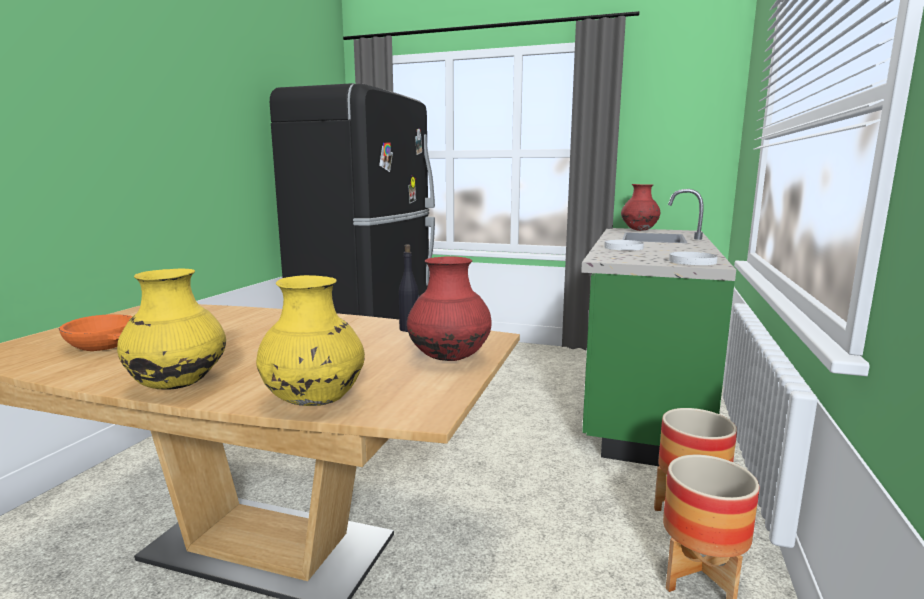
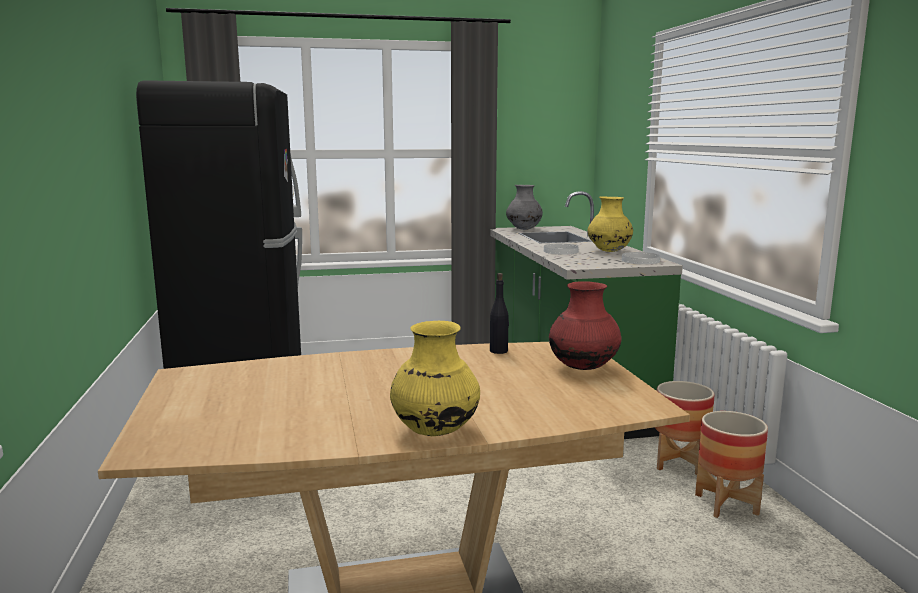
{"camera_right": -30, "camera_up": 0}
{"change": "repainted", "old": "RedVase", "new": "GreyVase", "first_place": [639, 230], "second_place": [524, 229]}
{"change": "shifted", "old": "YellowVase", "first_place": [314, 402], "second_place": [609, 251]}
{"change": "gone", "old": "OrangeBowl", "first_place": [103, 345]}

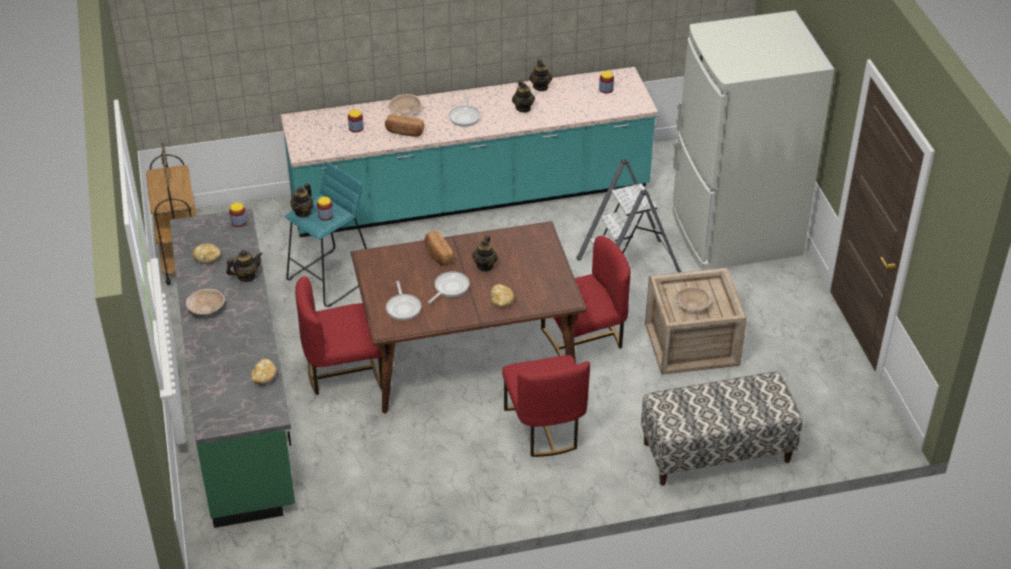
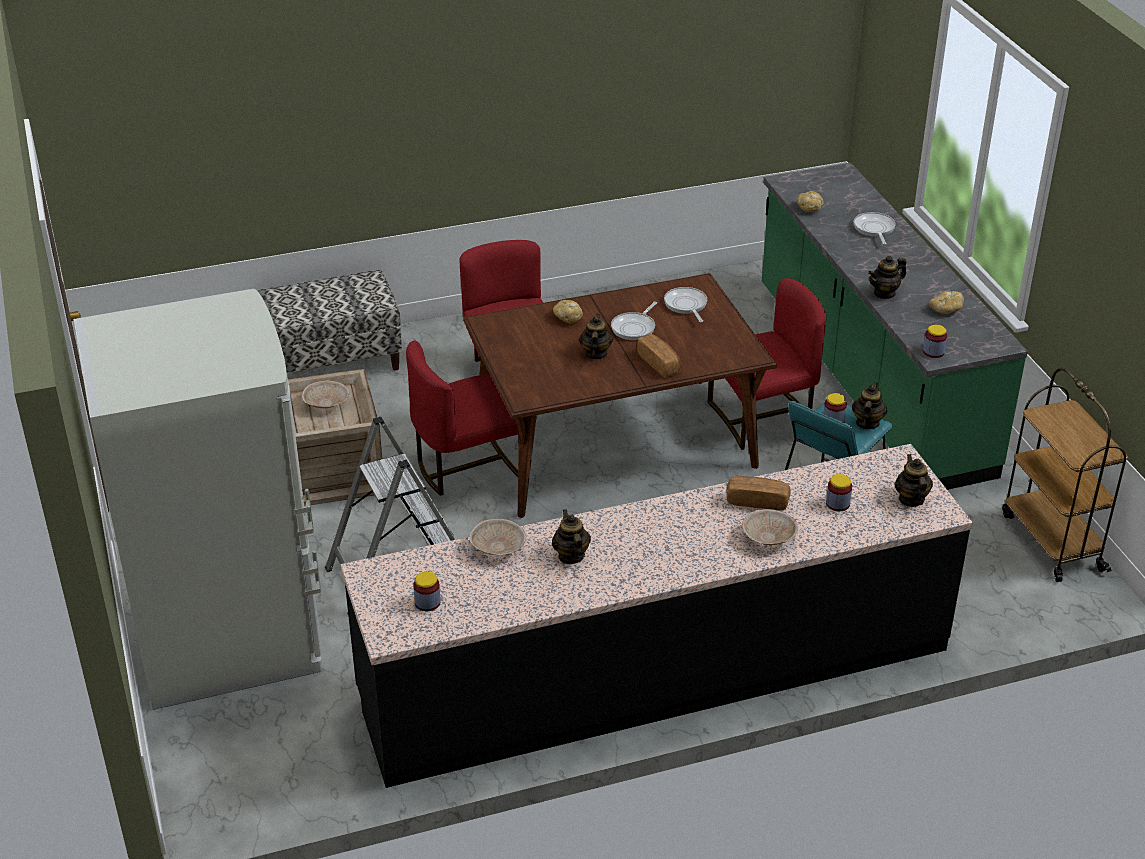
{"camera_right": 175, "camera_up": -5}
{"change": "repainted", "old": "TurquoiseCounter", "new": "BlackCounter", "first_place": [471, 196], "second_place": [655, 672]}
{"change": "shifted", "old": "BeigeBowl", "first_place": [206, 309], "second_place": [498, 548]}
{"change": "shifted", "old": "FryingPan", "first_place": [464, 117], "second_place": [874, 229]}
{"change": "shifted", "old": "Teapot", "first_place": [540, 87], "second_place": [911, 499]}

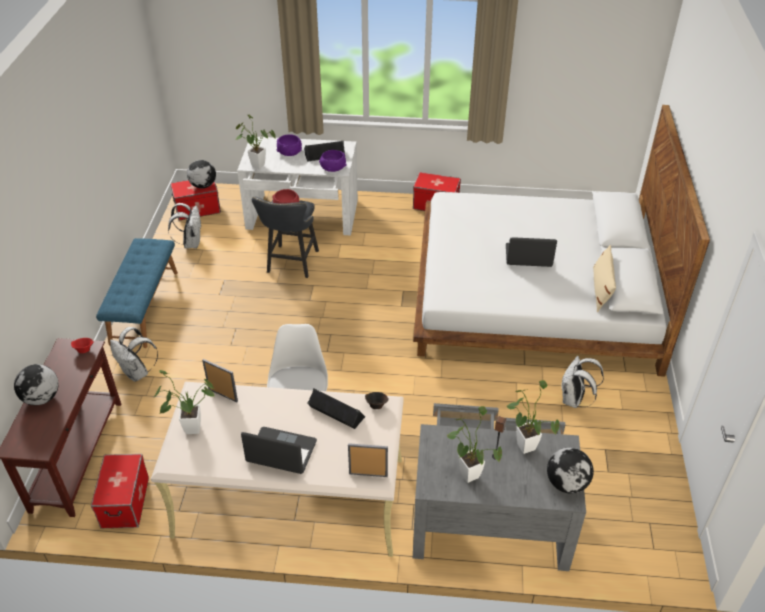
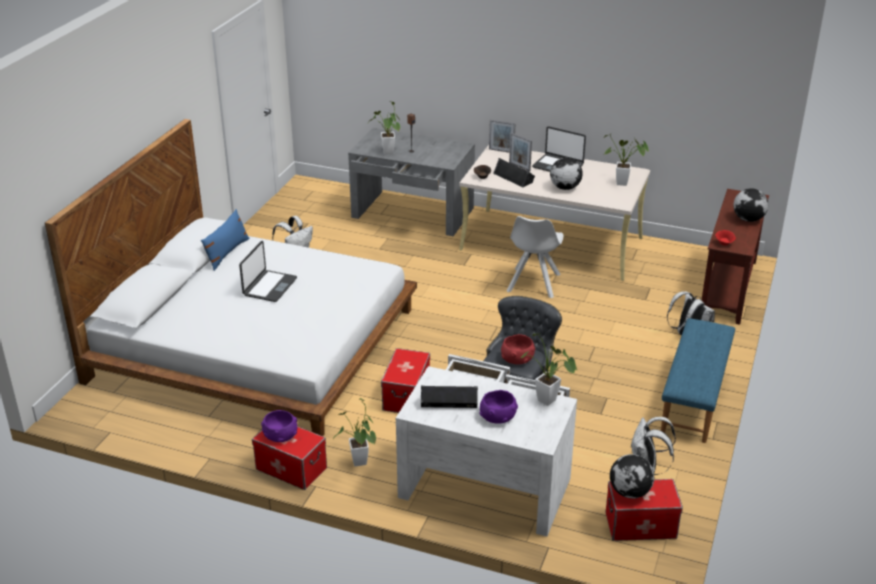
{"camera_right": -165, "camera_up": -10}
{"change": "repainted", "old": "BeigePillow", "new": "BluePillow", "first_place": [601, 289], "second_place": [227, 253]}
{"change": "rotated", "old": "Laptop", "first_place": [528, 257], "second_place": [269, 287], "degrees": -90}
{"change": "shifted", "old": "PurpleBowl", "first_place": [333, 167], "second_place": [280, 434]}
{"change": "shifted", "old": "PottedPlant", "first_place": [467, 472], "second_place": [359, 464]}
{"change": "shifted", "old": "StorageBox", "first_place": [125, 502], "second_place": [406, 396]}
{"change": "shifted", "old": "PictureFrame", "first_place": [223, 395], "second_place": [519, 166]}
{"change": "shifted", "old": "Globe", "first_place": [567, 483], "second_place": [564, 187]}

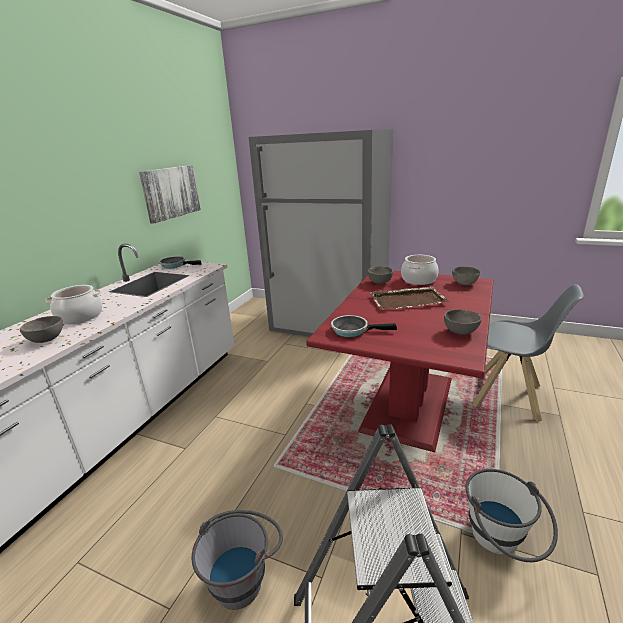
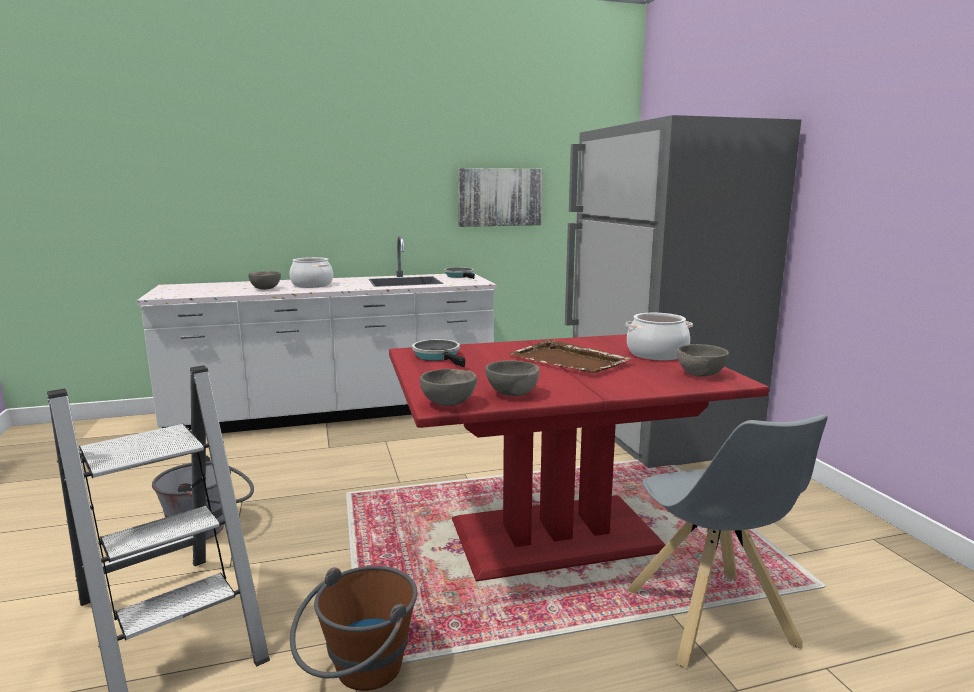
{"camera_right": 50, "camera_up": -10}
{"change": "repainted", "old": "WhiteBucket", "new": "BrownBucket", "first_place": [501, 542], "second_place": [359, 675]}
{"change": "shifted", "old": "GreyBowl", "first_place": [380, 282], "second_place": [449, 404]}

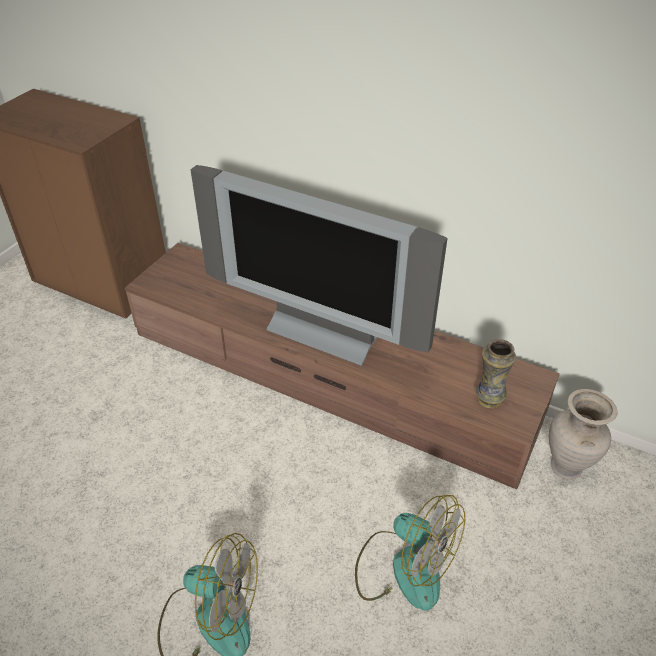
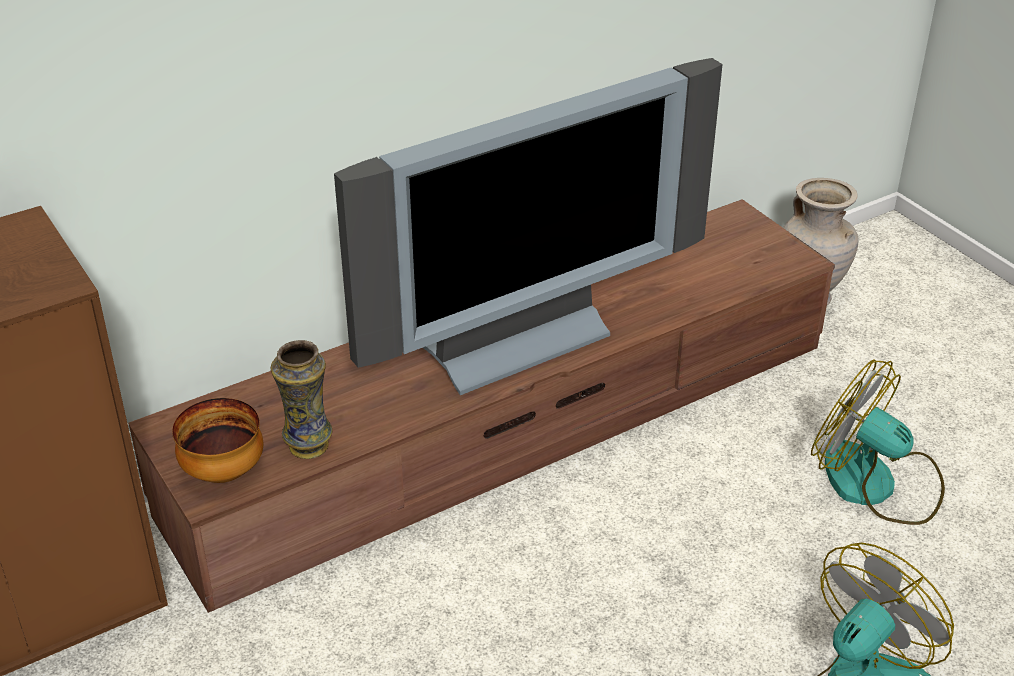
{"camera_right": -60, "camera_up": -5}
{"change": "new", "new": "Bowl", "second_place": [223, 473]}
{"change": "shifted", "old": "Vase", "first_place": [488, 399], "second_place": [307, 446]}
{"change": "rotated", "old": "Fan", "first_place": [404, 567], "second_place": [876, 485], "degrees": -120}

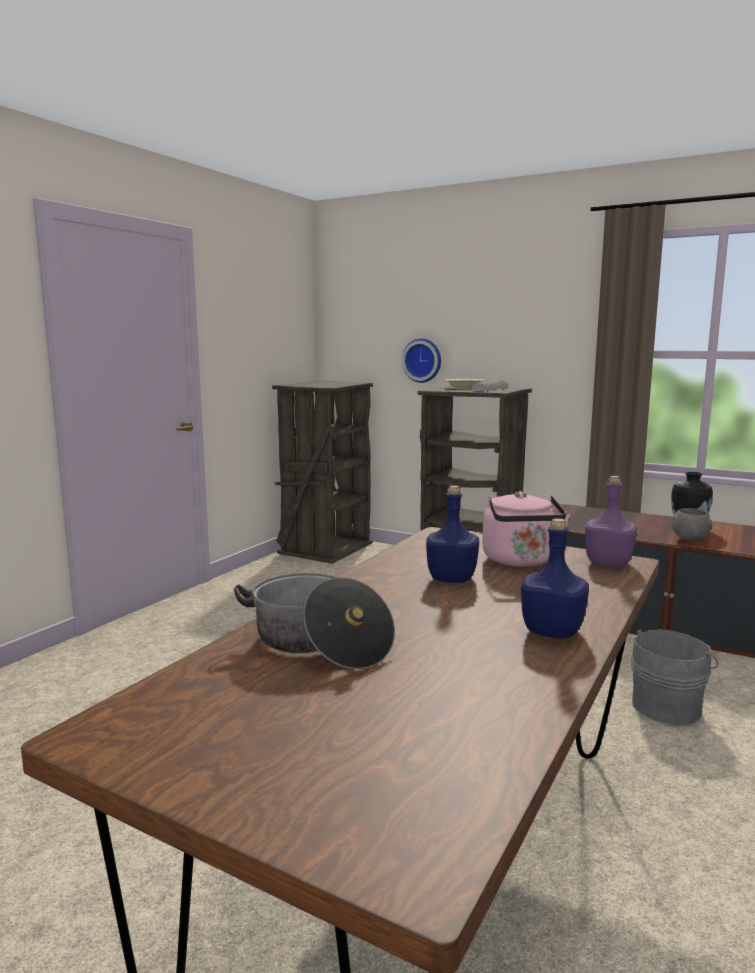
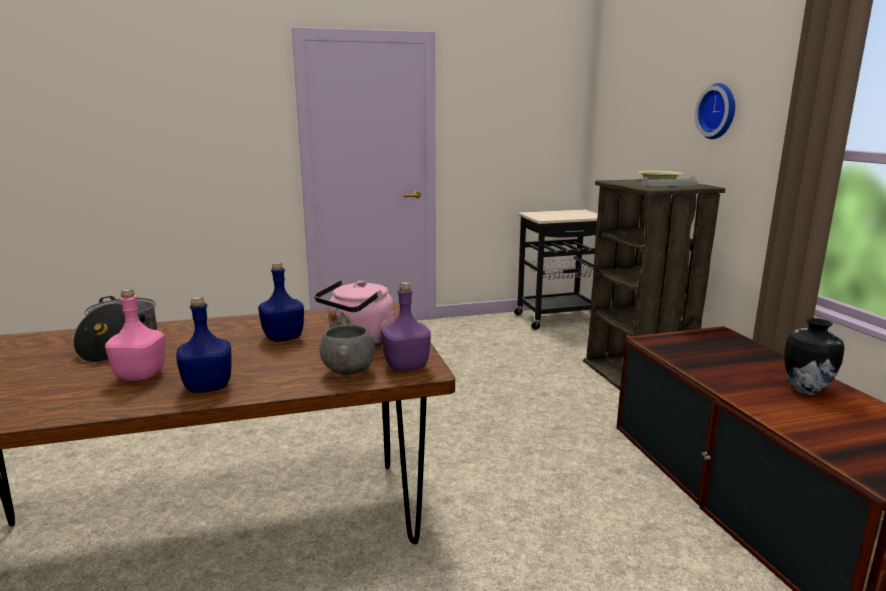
{"camera_right": 45, "camera_up": 5}
{"change": "new", "new": "PinkBottle", "second_place": [141, 375]}
{"change": "shifted", "old": "GreyBowl", "first_place": [690, 540], "second_place": [348, 372]}
{"change": "swapped", "old": "BrownBookcase", "new": "Cart", "first_place": [326, 548], "second_place": [557, 318]}
{"change": "shifted", "old": "WallClock", "first_place": [423, 360], "second_place": [719, 111]}
{"change": "gone", "old": "GreyBucket", "first_place": [668, 706]}

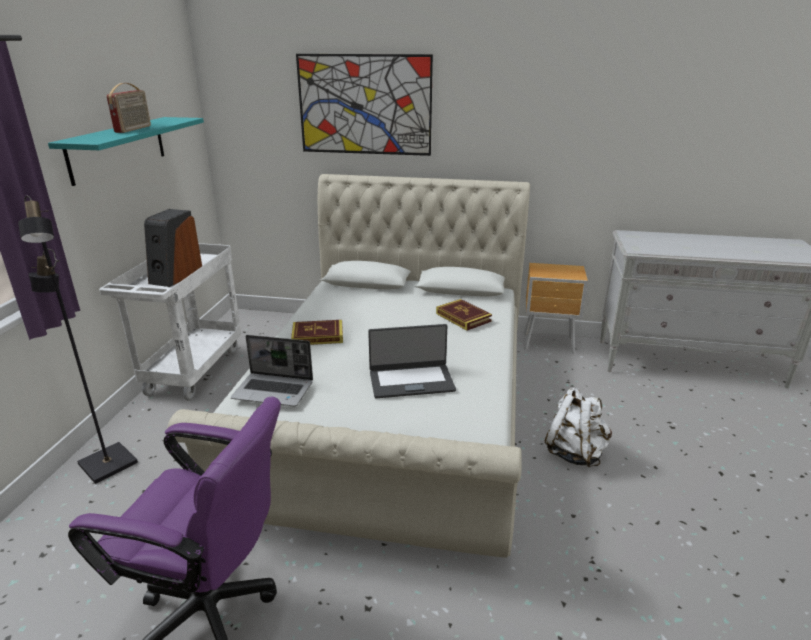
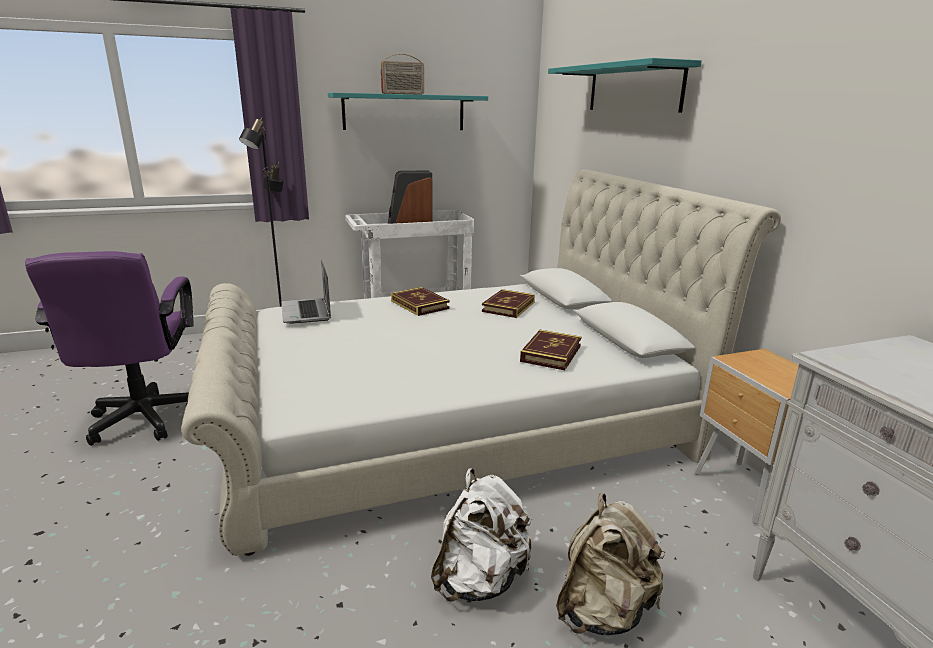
{"camera_right": 60, "camera_up": -5}
{"change": "new", "new": "Book", "second_place": [508, 307]}
{"change": "swapped", "old": "Picture", "new": "TurquoiseShelf", "first_place": [364, 105], "second_place": [633, 88]}
{"change": "new", "new": "BeigeBackpack", "second_place": [603, 610]}
{"change": "gone", "old": "Laptop", "first_place": [411, 381]}

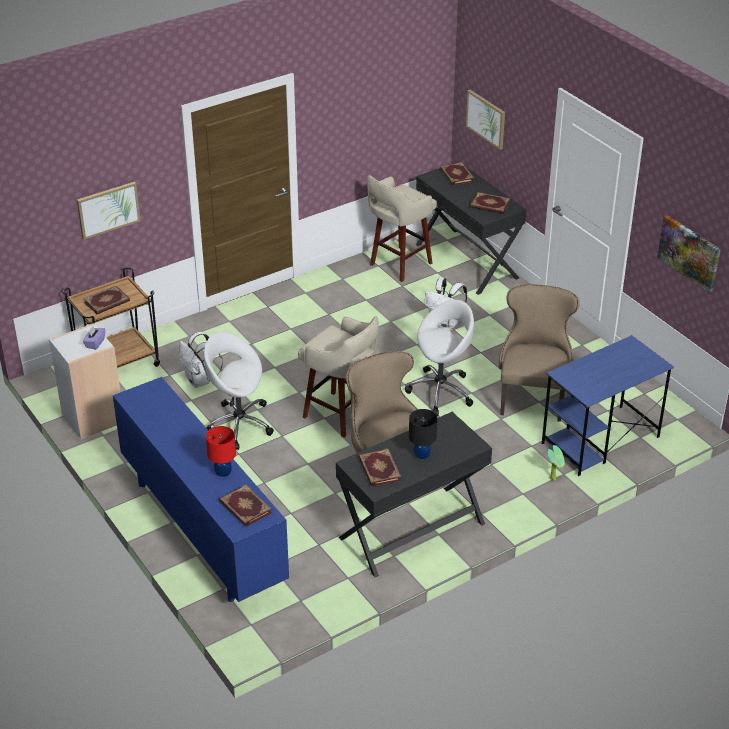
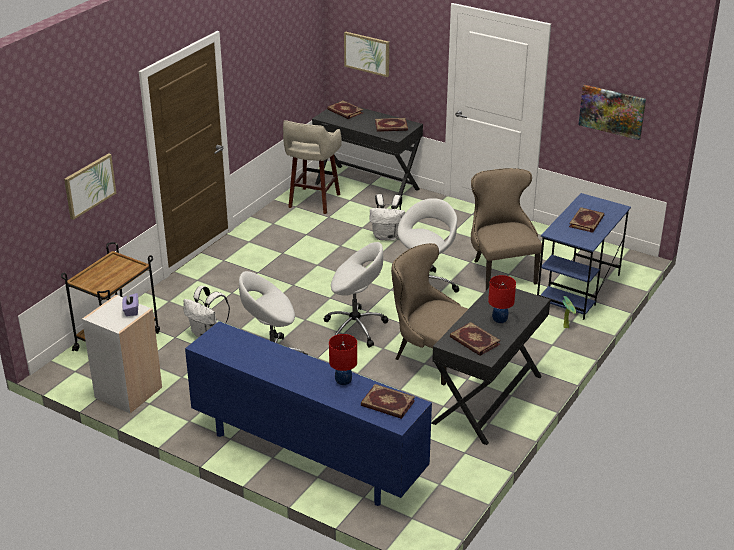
{"camera_right": -25, "camera_up": -5}
{"change": "swapped", "old": "BeigeStool", "new": "WhiteOfficeChair", "first_place": [340, 416], "second_place": [356, 328]}
{"change": "repainted", "old": "BlackTableLamp", "new": "RedTableLamp", "first_place": [421, 455], "second_place": [499, 321]}
{"change": "shifted", "old": "Book", "first_place": [107, 302], "second_place": [587, 222]}

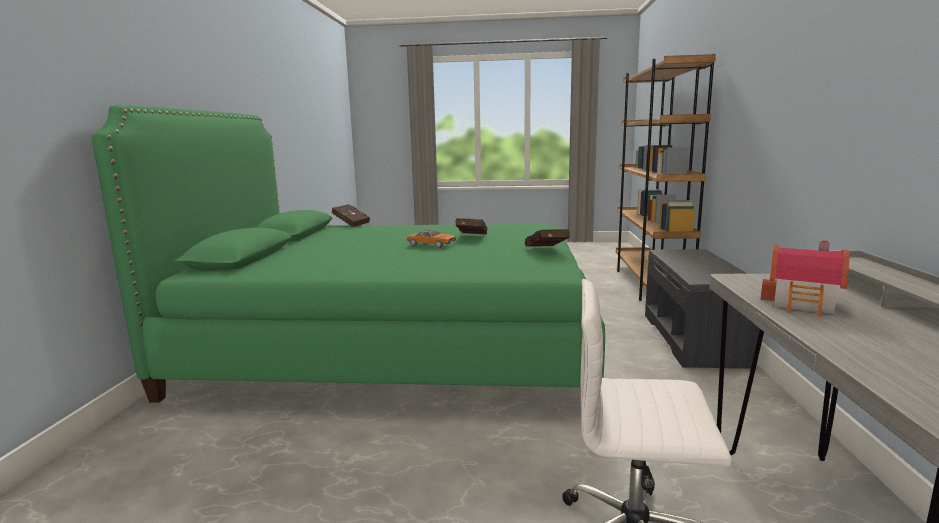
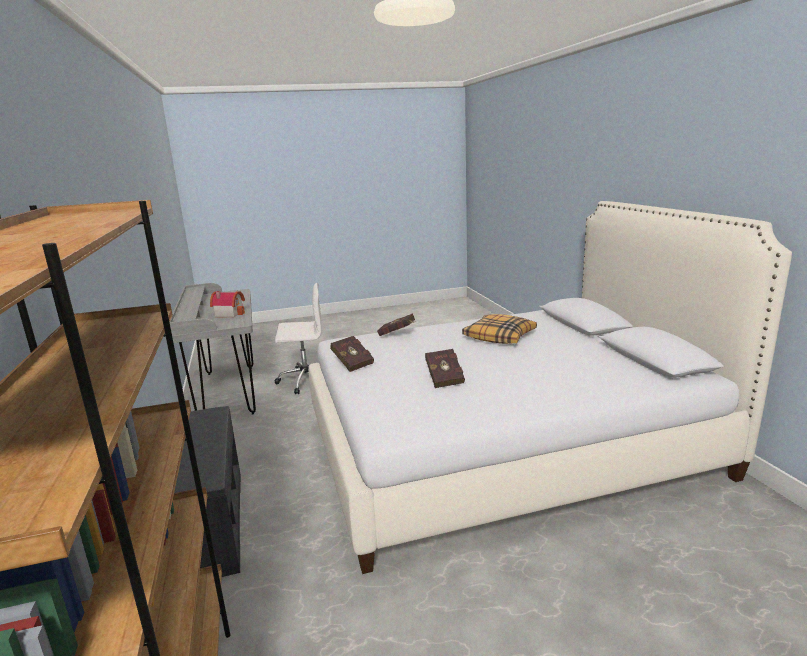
{"camera_right": 160, "camera_up": 5}
{"change": "repainted", "old": "GreenBed", "new": "WhiteBed", "first_place": [396, 344], "second_place": [505, 447]}
{"change": "shifted", "old": "RedBook", "first_place": [350, 224], "second_place": [398, 334]}
{"change": "new", "new": "Pillow", "second_place": [500, 337]}
{"change": "gone", "old": "ToyCar", "first_place": [431, 245]}

